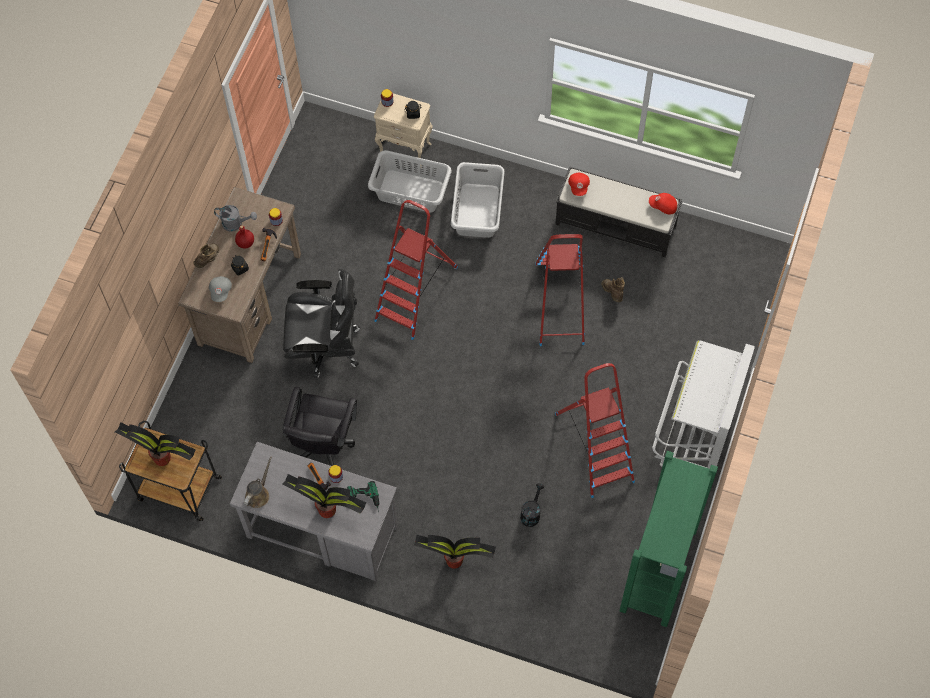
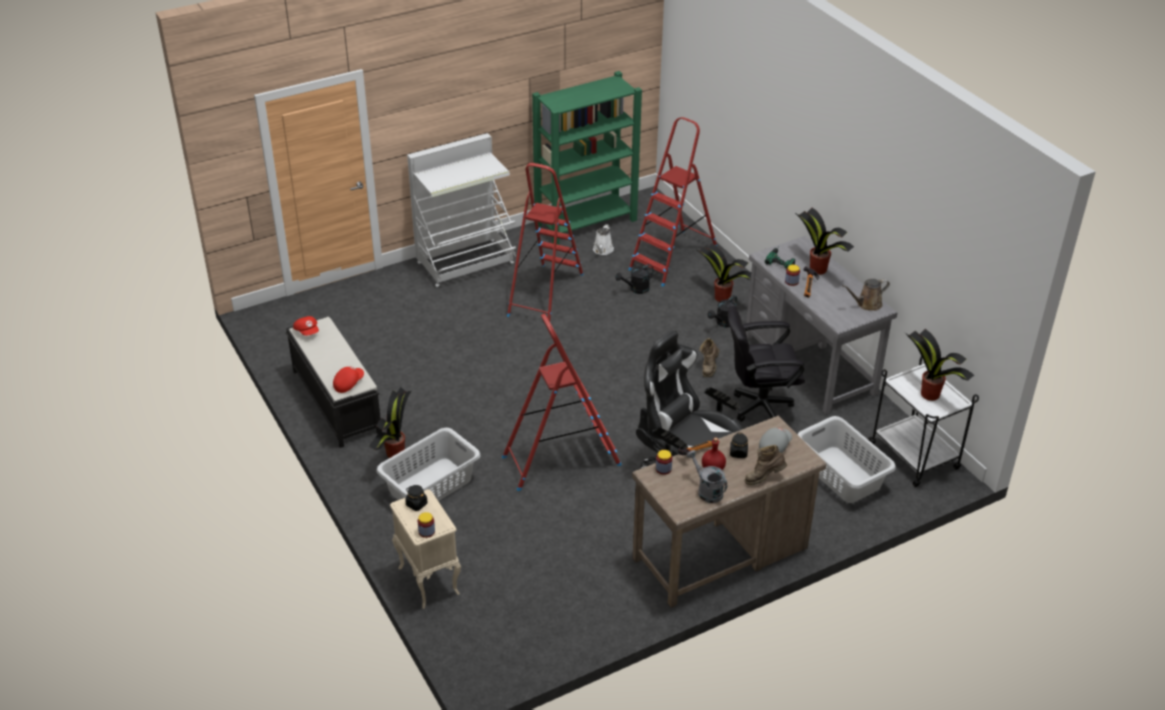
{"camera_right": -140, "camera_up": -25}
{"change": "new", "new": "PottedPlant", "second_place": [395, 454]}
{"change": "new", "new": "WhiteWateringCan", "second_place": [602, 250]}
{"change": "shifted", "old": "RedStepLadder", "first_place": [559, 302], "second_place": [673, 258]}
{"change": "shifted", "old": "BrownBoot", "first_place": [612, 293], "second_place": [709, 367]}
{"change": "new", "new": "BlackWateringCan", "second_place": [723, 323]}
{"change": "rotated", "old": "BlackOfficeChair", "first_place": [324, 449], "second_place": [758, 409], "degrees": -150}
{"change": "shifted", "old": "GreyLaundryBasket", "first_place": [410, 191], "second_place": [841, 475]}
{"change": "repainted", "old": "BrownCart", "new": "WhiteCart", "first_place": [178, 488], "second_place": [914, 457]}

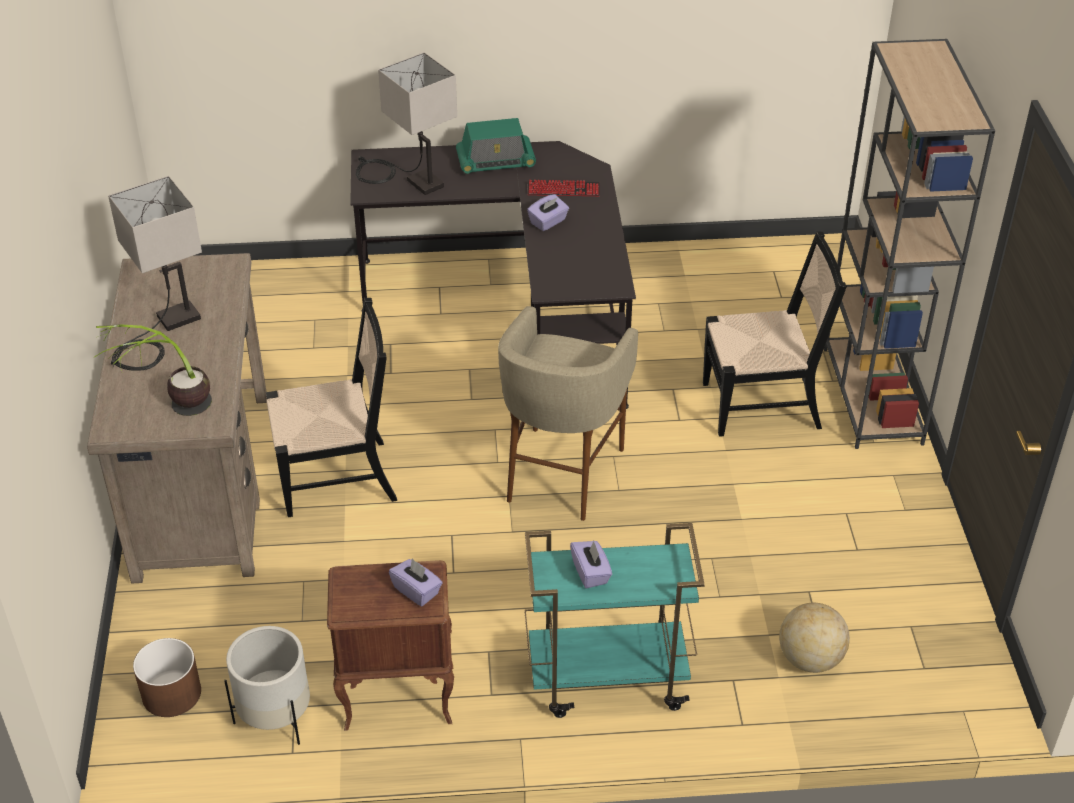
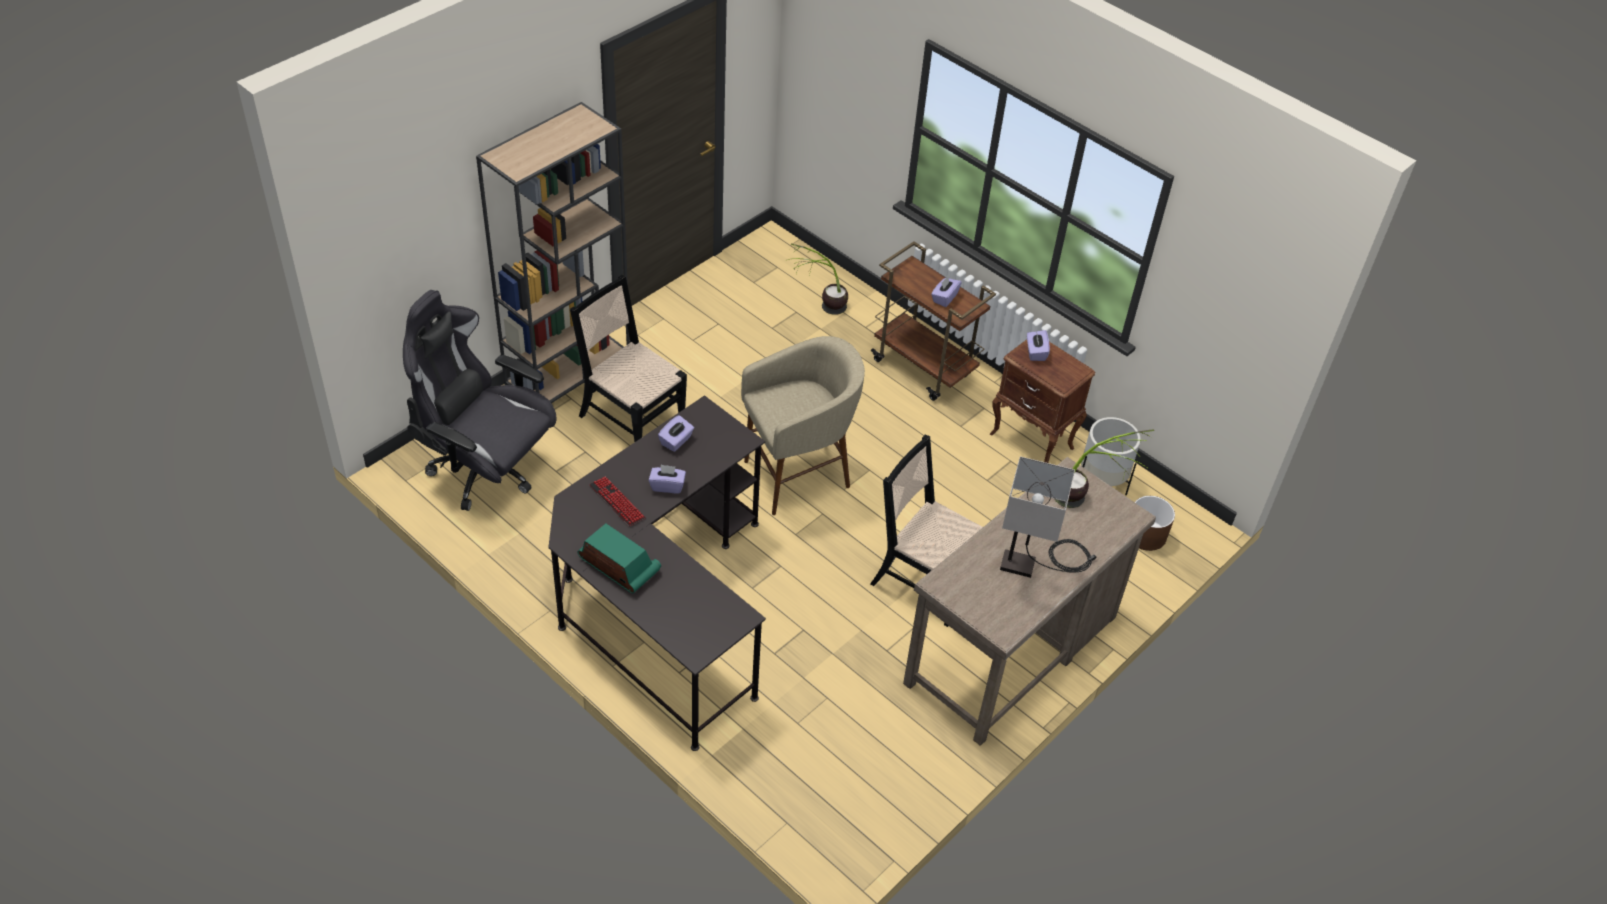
{"camera_right": -135, "camera_up": 5}
{"change": "new", "new": "BlackOfficeChair", "second_place": [489, 473]}
{"change": "new", "new": "PurpleTissueBox", "second_place": [676, 441]}
{"change": "swapped", "old": "Globe", "new": "PottedPlant", "first_place": [810, 659], "second_place": [819, 307]}
{"change": "repainted", "old": "TurquoiseCart", "new": "BrownCart", "first_place": [606, 682], "second_place": [923, 370]}
{"change": "gone", "old": "TableLamp", "first_place": [404, 177]}

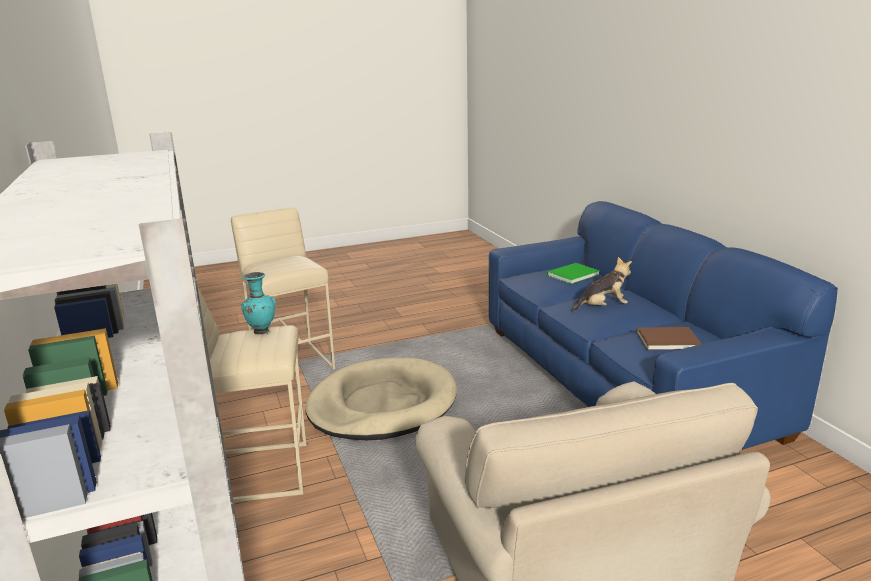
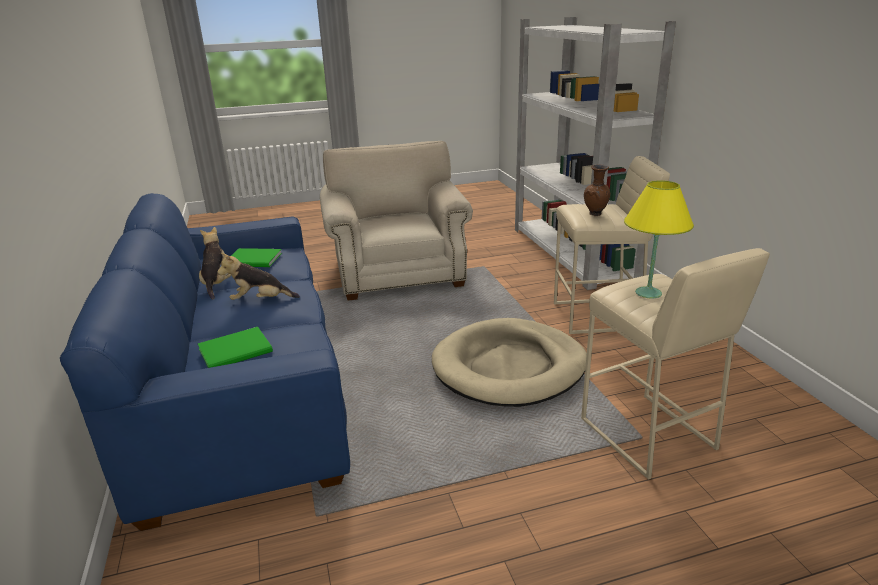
{"camera_right": -175, "camera_up": 5}
{"change": "new", "new": "PlushToy", "second_place": [217, 284]}
{"change": "repainted", "old": "BrownBook", "new": "GreenBook", "first_place": [665, 340], "second_place": [255, 260]}
{"change": "repainted", "old": "TurquoiseVase", "new": "BrownVase", "first_place": [261, 331], "second_place": [595, 215]}
{"change": "new", "new": "YellowTableLamp", "second_place": [648, 293]}

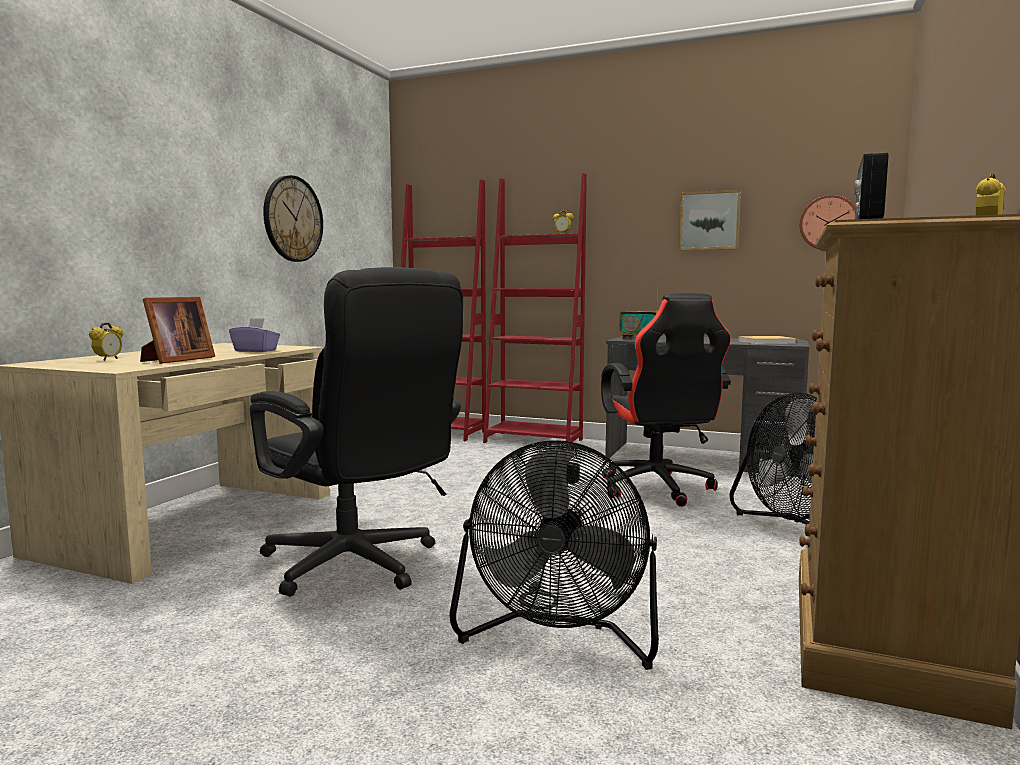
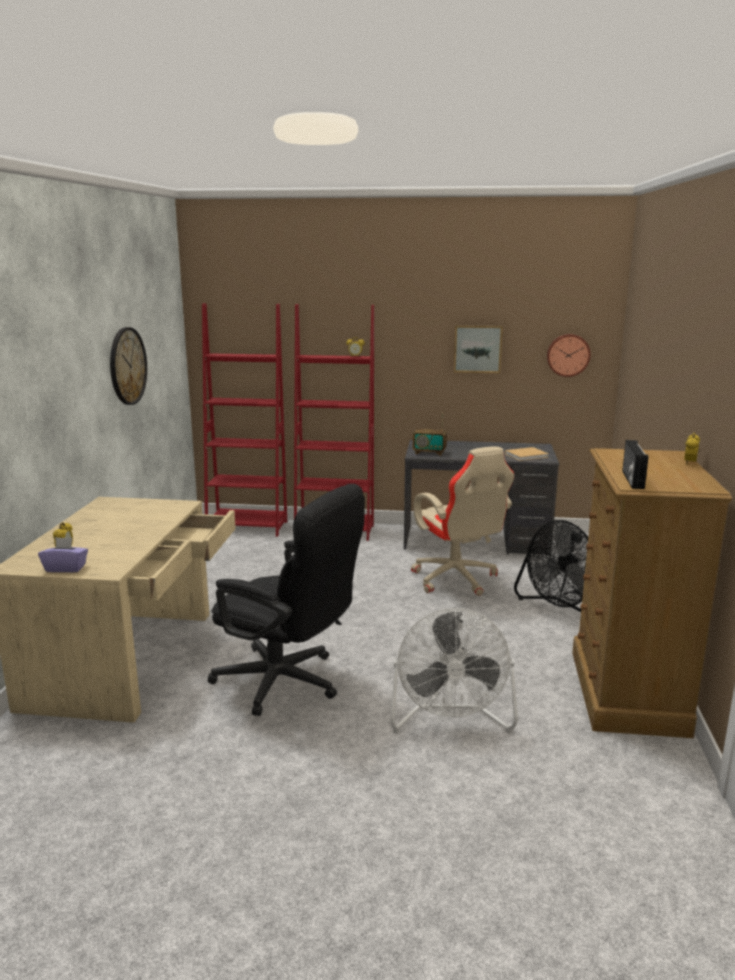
{"camera_right": -15, "camera_up": 10}
{"change": "shifted", "old": "PurpleTissueBox", "first_place": [256, 351], "second_place": [65, 568]}
{"change": "repainted", "old": "BlackFan", "new": "WhiteFan", "first_place": [552, 634], "second_place": [445, 718]}
{"change": "repainted", "old": "BlackOfficeChair", "new": "BeigeOfficeChair", "first_place": [658, 492], "second_place": [457, 582]}
{"change": "gone", "old": "PictureFrame", "first_place": [176, 360]}

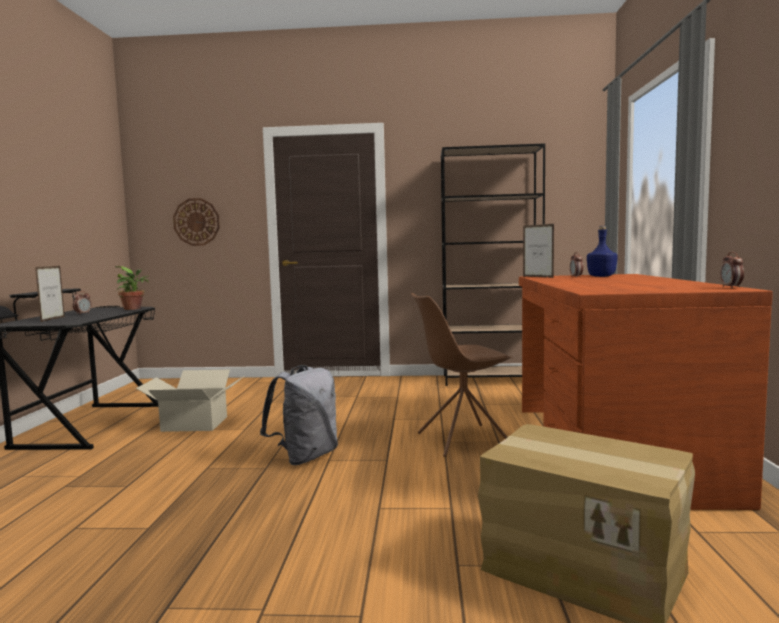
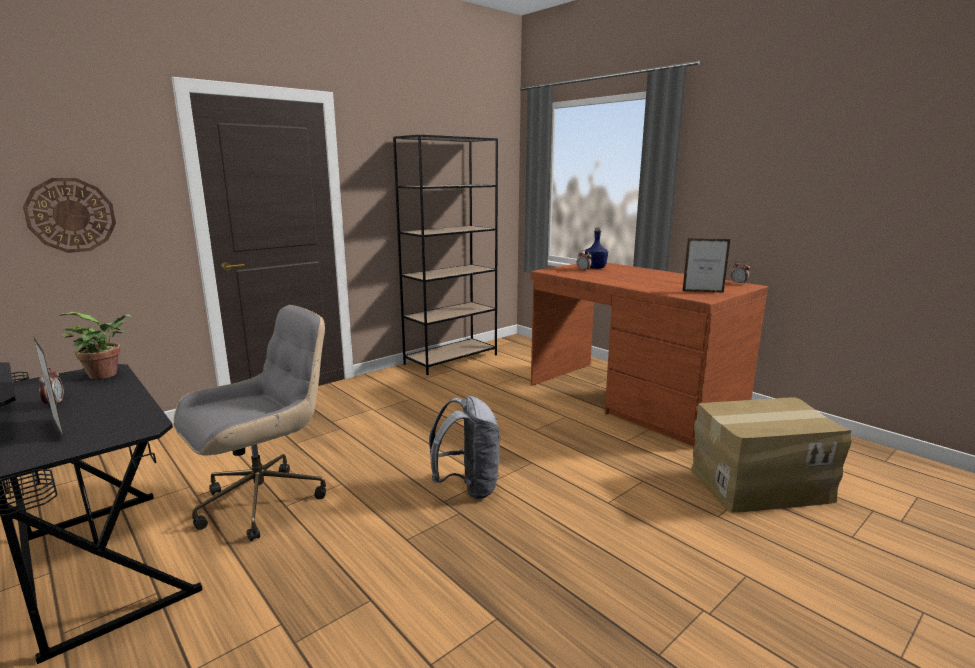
{"camera_right": -45, "camera_up": 10}
{"change": "swapped", "old": "CardboardBox", "new": "GreyOfficeChair", "first_place": [194, 424], "second_place": [266, 501]}
{"change": "shifted", "old": "PictureFrame", "first_place": [537, 277], "second_place": [703, 292]}
{"change": "gone", "old": "BrownChair", "first_place": [462, 440]}

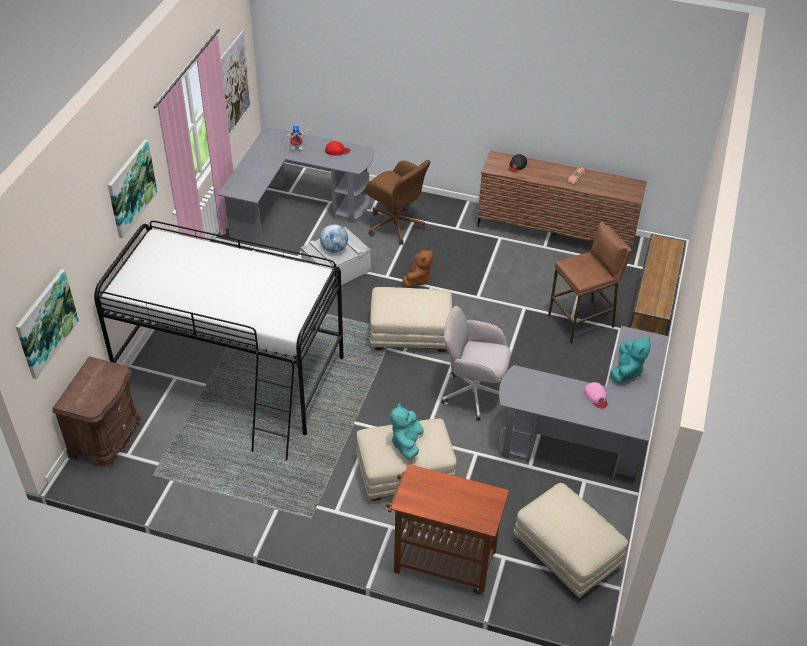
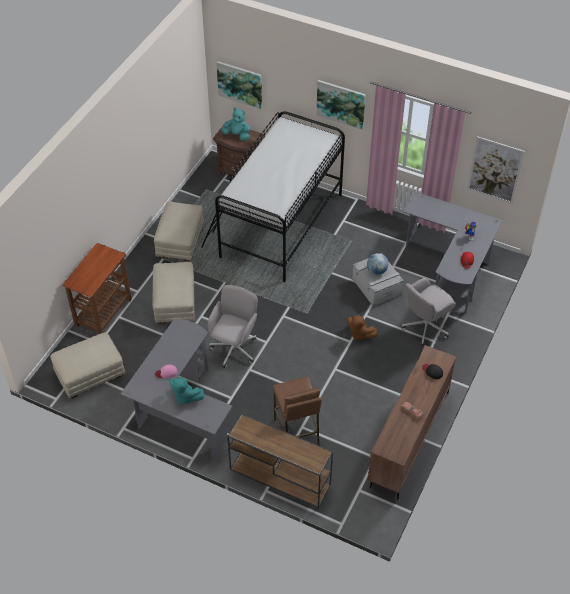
{"camera_right": 100, "camera_up": 5}
{"change": "shifted", "old": "BeigeOttoman", "first_place": [410, 334], "second_place": [180, 241]}
{"change": "shifted", "old": "TurquoisePlushToy", "first_place": [407, 443], "second_place": [237, 135]}
{"change": "repainted", "old": "BrownOfficeChair", "new": "GreyOfficeChair", "first_place": [395, 226], "second_place": [425, 328]}

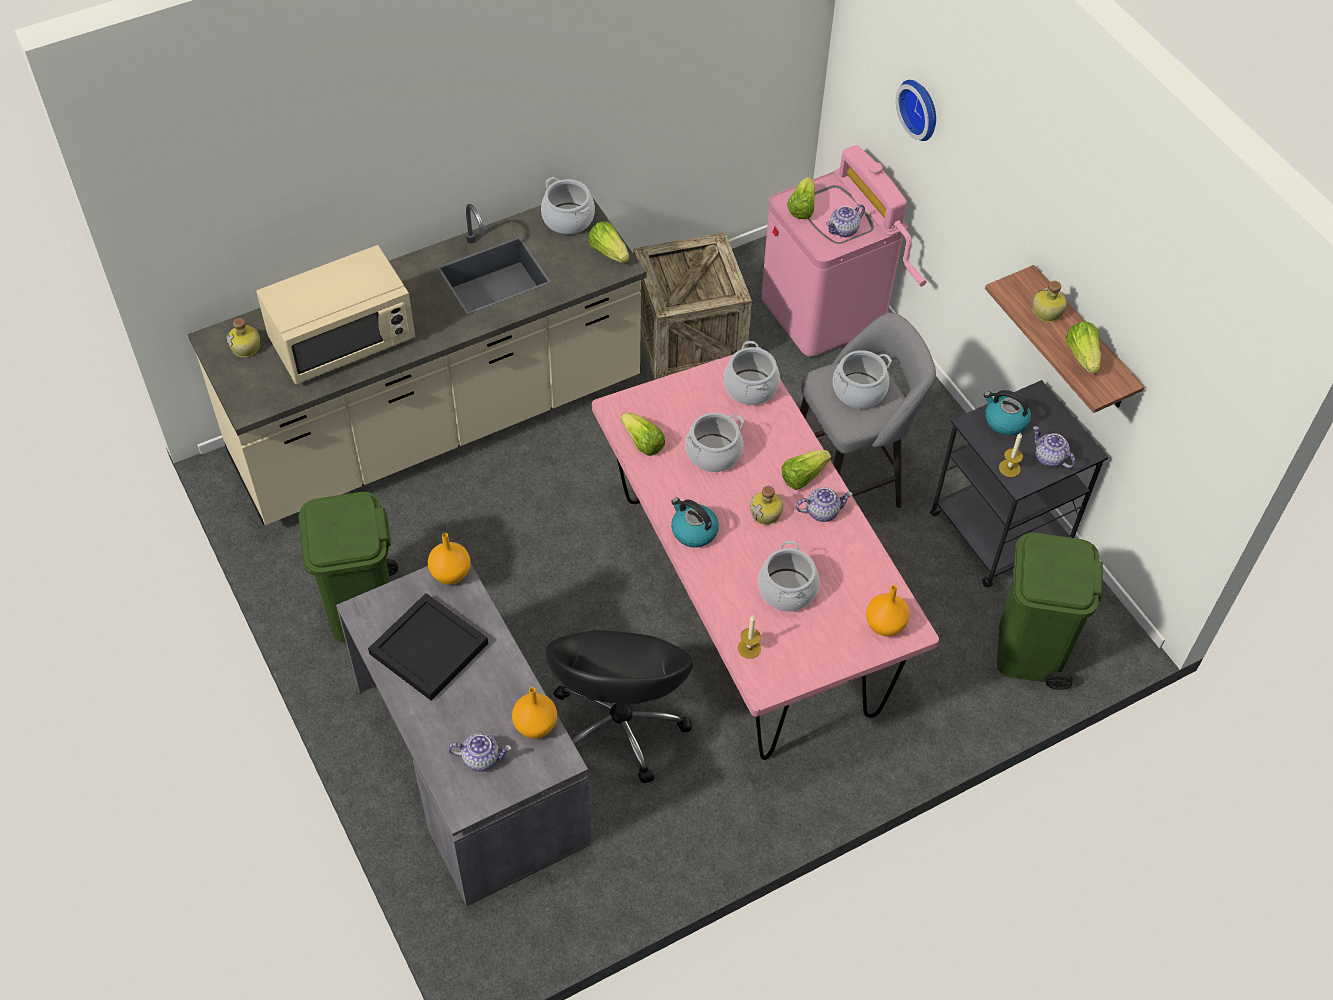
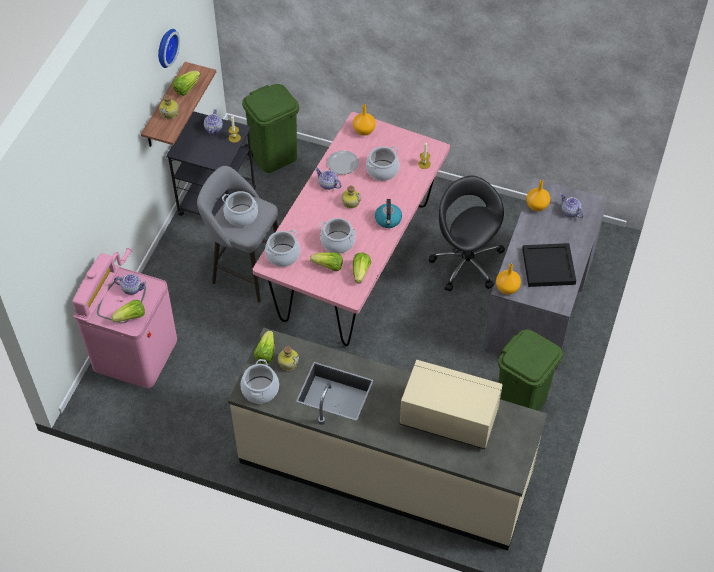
{"camera_right": -130, "camera_up": 0}
{"change": "shifted", "old": "WallClock", "first_place": [921, 108], "second_place": [165, 47]}
{"change": "shifted", "old": "Bottle", "first_place": [246, 347], "second_place": [288, 362]}
{"change": "shifted", "old": "Lettuce", "first_place": [803, 476], "second_place": [328, 266]}
{"change": "new", "new": "Plate", "second_place": [342, 163]}
{"change": "rotated", "old": "BlackOfficeChair", "first_place": [618, 729], "second_place": [466, 263], "degrees": -105}
{"change": "gone", "old": "Crate", "first_place": [689, 338]}
{"change": "gone", "old": "Kettle", "first_place": [1004, 421]}

